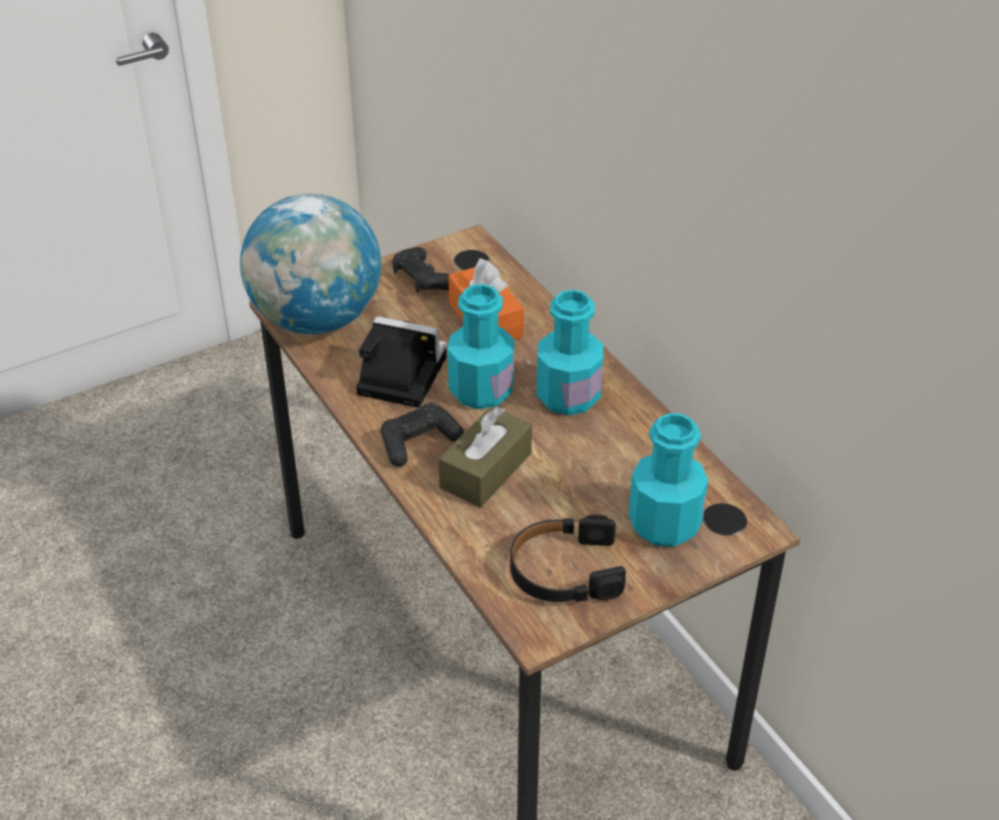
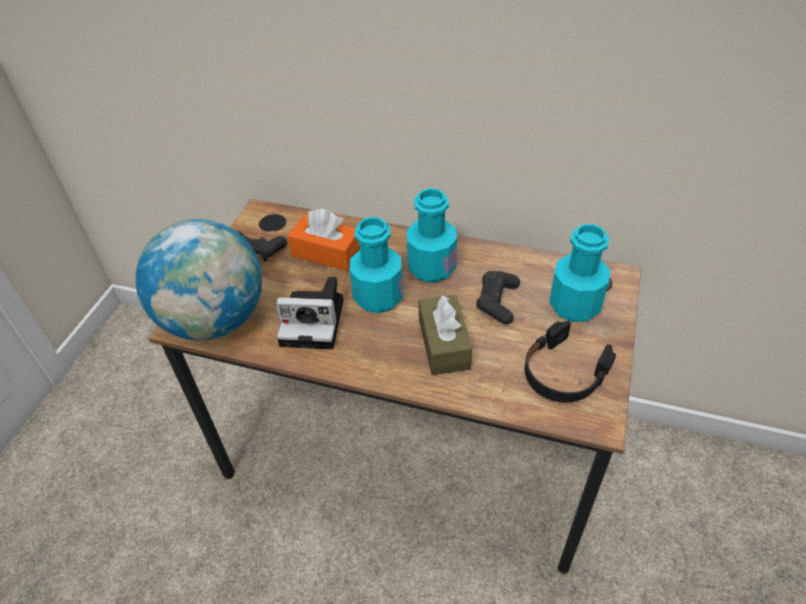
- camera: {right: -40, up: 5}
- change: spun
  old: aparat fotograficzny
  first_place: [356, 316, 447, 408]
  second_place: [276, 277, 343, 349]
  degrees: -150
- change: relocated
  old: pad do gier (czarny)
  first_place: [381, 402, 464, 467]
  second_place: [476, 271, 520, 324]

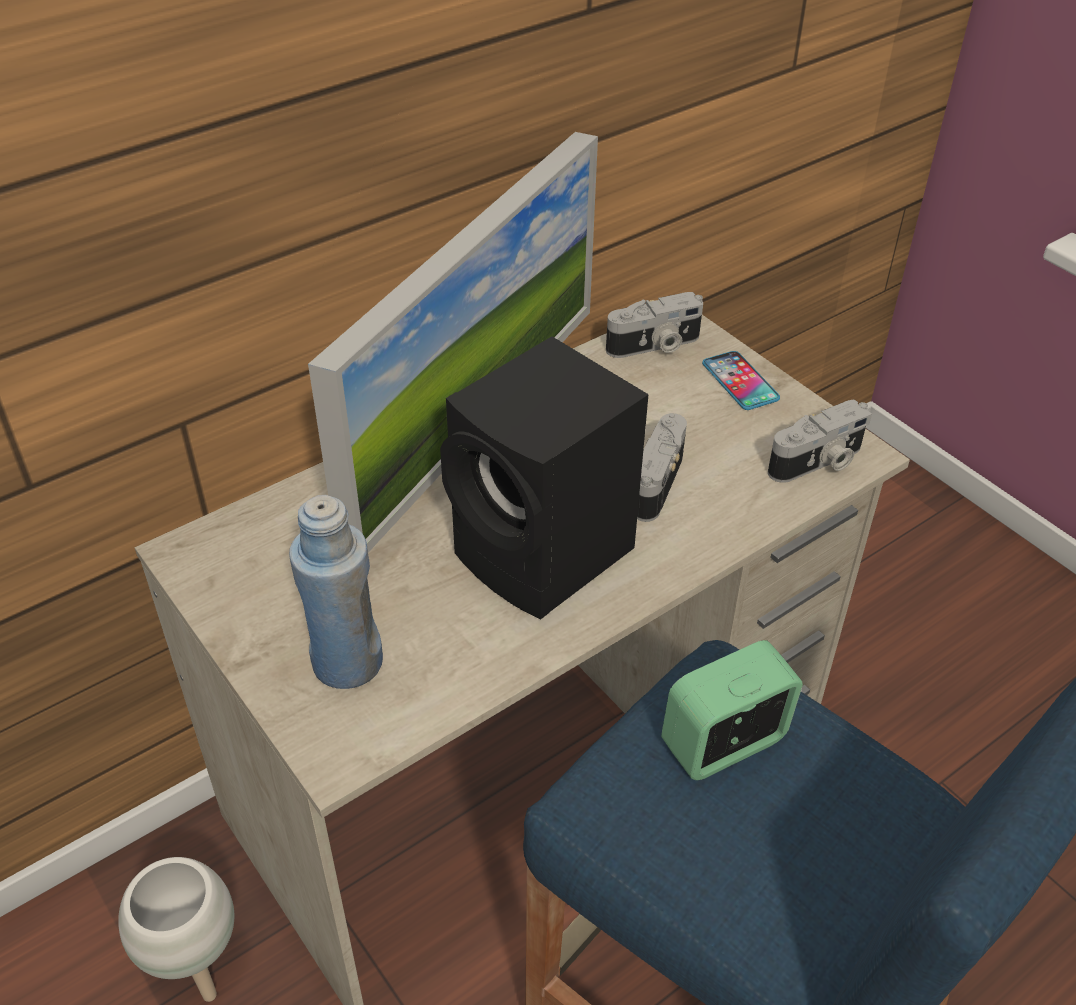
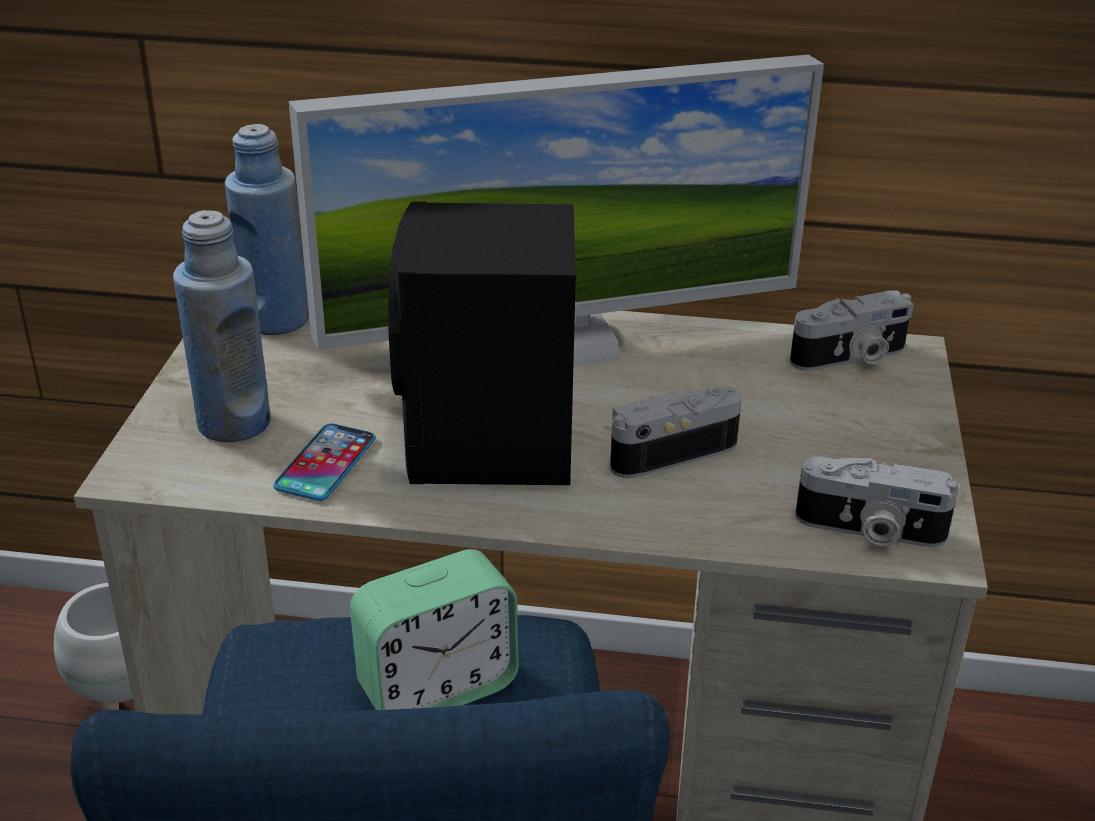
- camera: {right: 45, up: -10}
- change: spun
  old: aparat fotograficzny
  first_place: [606, 292, 703, 358]
  second_place: [790, 290, 914, 371]
  degrees: -45
- change: spun
  old: budzik
  first_place: [661, 640, 803, 780]
  second_place: [350, 549, 519, 710]
  degrees: 135
- change: relocated
  old: telefon
  first_place: [702, 351, 780, 410]
  second_place: [273, 424, 376, 501]
- change: appeared
  new: butelka (niebieski)
  second_place: [225, 124, 309, 335]

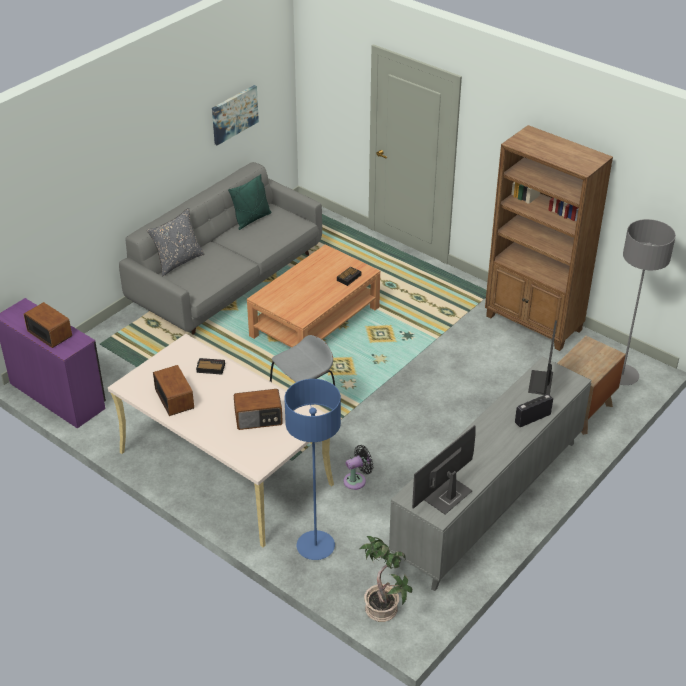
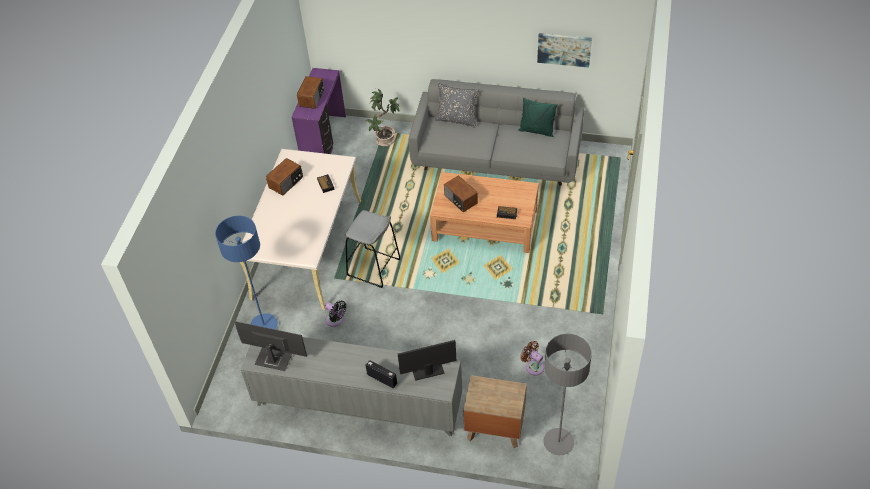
- camera: {right: 65, up: 10}
- change: relocated
  old: radio
  first_place: [234, 389, 283, 430]
  second_place: [444, 176, 478, 212]
- change: relocated
  old: roślina doniczkowa
  first_place: [359, 536, 412, 622]
  second_place: [366, 89, 400, 146]
- change: missing
  old: regał (brązowy)
  first_place: [485, 125, 613, 351]
- change: appeared
  new: wentylator (brązowy)
  second_place: [520, 341, 544, 376]

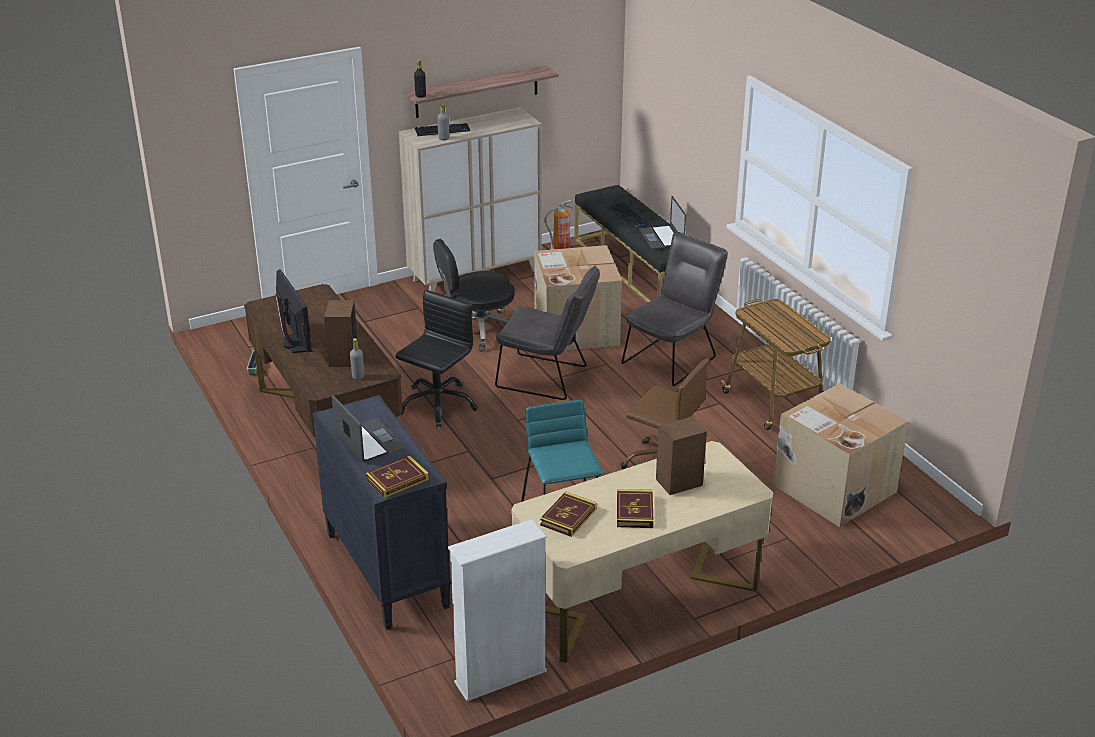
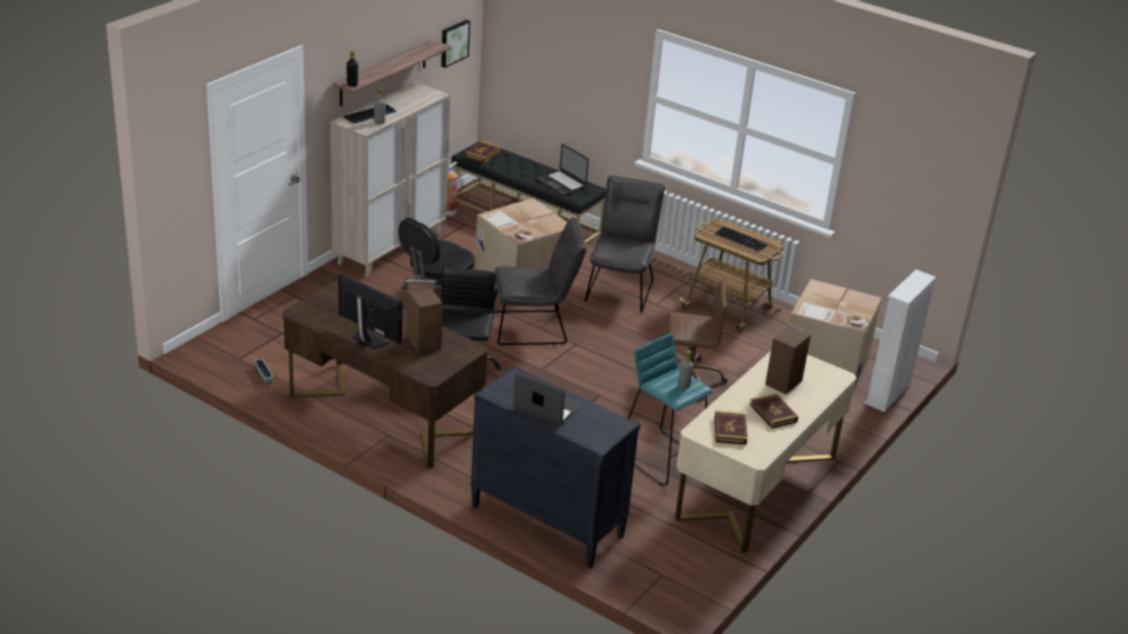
- camera: {right: -30, up: 0}
- change: relocated
  old: butelka (szary)
  first_place: [350, 338, 364, 380]
  second_place: [678, 351, 693, 389]
- change: relocated
  old: książka
  first_place: [366, 456, 429, 498]
  second_place: [465, 141, 501, 163]
- change: relocated
  old: regał (biały)
  first_place: [448, 519, 547, 701]
  second_place: [865, 270, 936, 412]
- change: relocated
  old: klawiatura
  first_place: [609, 203, 648, 227]
  second_place: [715, 226, 768, 251]
- change: appeared
  new: obraz
  second_place: [441, 20, 470, 68]

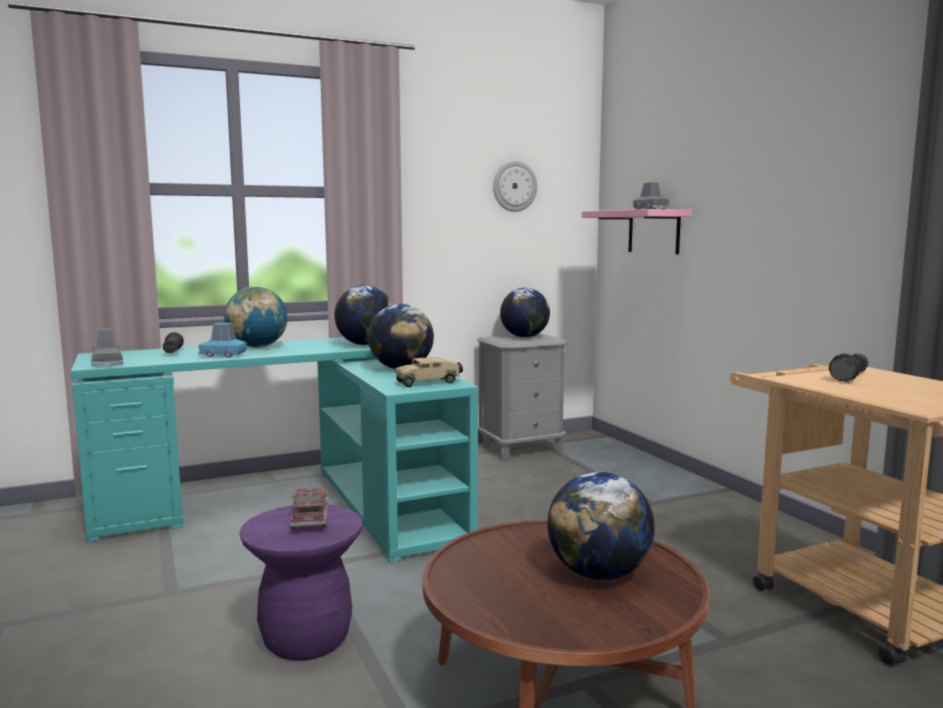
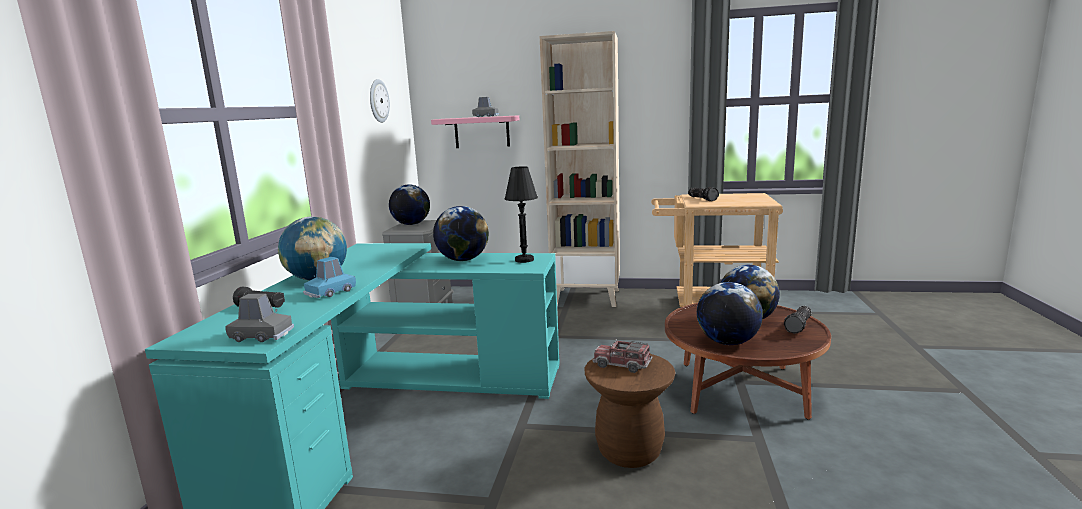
- camera: {right: -55, up: 5}
- change: colour
  old: stołek (fioletowy)
  new: stołek (brązowy)
  first_place: [239, 505, 362, 661]
  second_place: [585, 354, 676, 468]
- change: relocated
  old: globus
  first_place: [334, 285, 393, 345]
  second_place: [697, 282, 763, 345]
- change: exchanged
  old: ciężarówka zabawkowa
  new: lampa stołowa (czarny)
  first_place: [395, 357, 463, 387]
  second_place: [505, 166, 538, 263]
- change: appeared
  new: regał (beżowy)
  second_place: [540, 31, 620, 307]
- change: appeared
  new: latarka
  second_place: [784, 306, 812, 334]

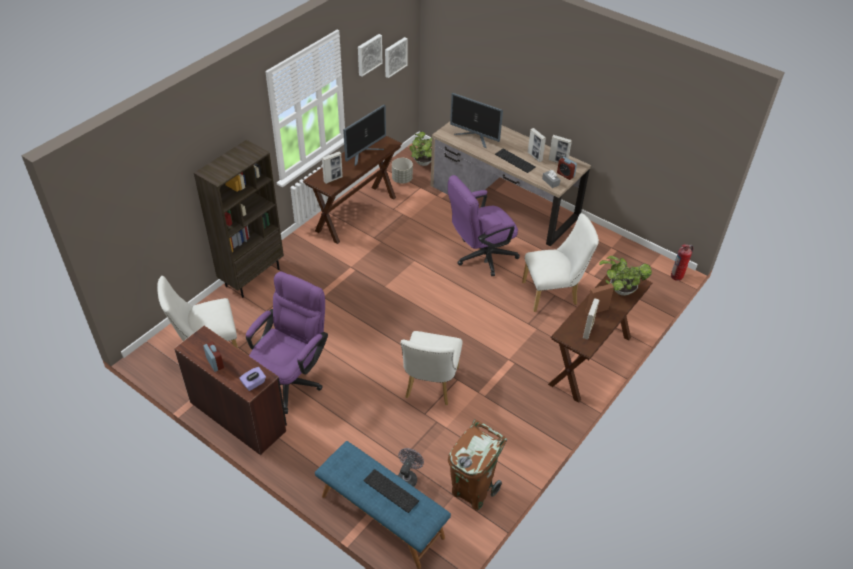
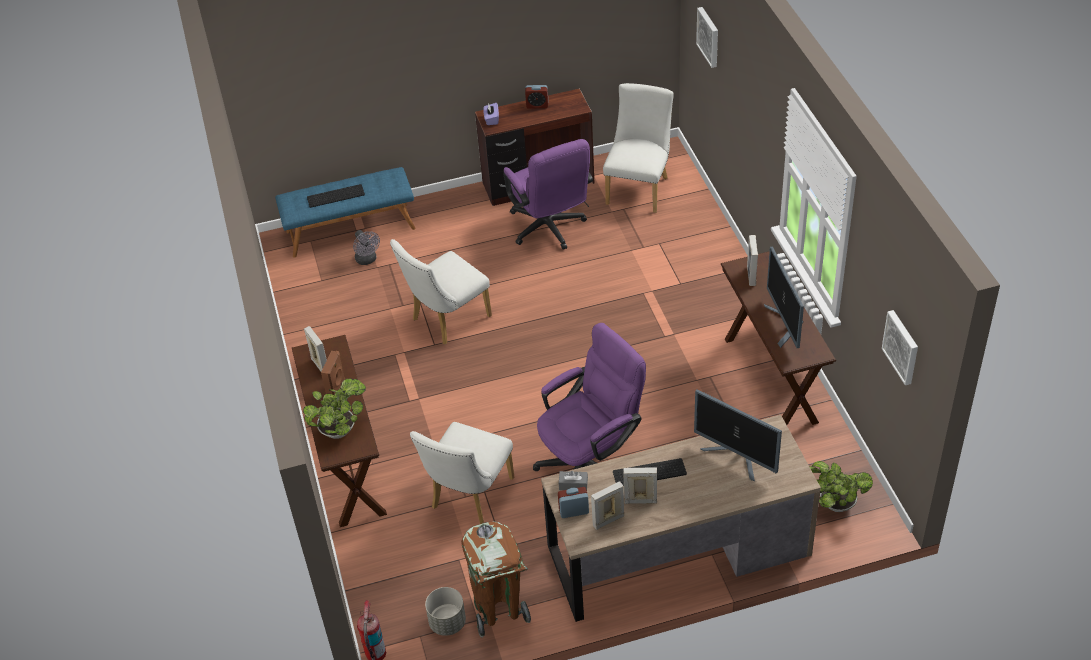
- camera: {right: 130, up: 0}
- change: missing
  old: regał (brązowy)
  first_place: [194, 140, 284, 298]
- change: relocated
  old: obraz
  first_place: [358, 34, 382, 77]
  second_place: [696, 7, 718, 68]
- change: relocated
  old: donica (szary)
  first_place: [392, 158, 413, 184]
  second_place: [425, 587, 466, 636]
- change: spun
  old: krzesło (biały)
  first_place: [401, 331, 462, 405]
  second_place: [390, 239, 492, 345]
  degrees: -90
- change: spun
  old: krzesło biurowe (fioletowy)
  first_place: [448, 175, 520, 276]
  second_place: [533, 323, 646, 471]
  degrees: 45
- change: relocated
  old: kosz na śmieci (brązowy)
  first_place: [448, 419, 507, 511]
  second_place: [461, 521, 531, 638]
- change: spun
  old: monitor
  first_place: [450, 93, 503, 148]
  second_place: [694, 389, 782, 482]
  degrees: -120

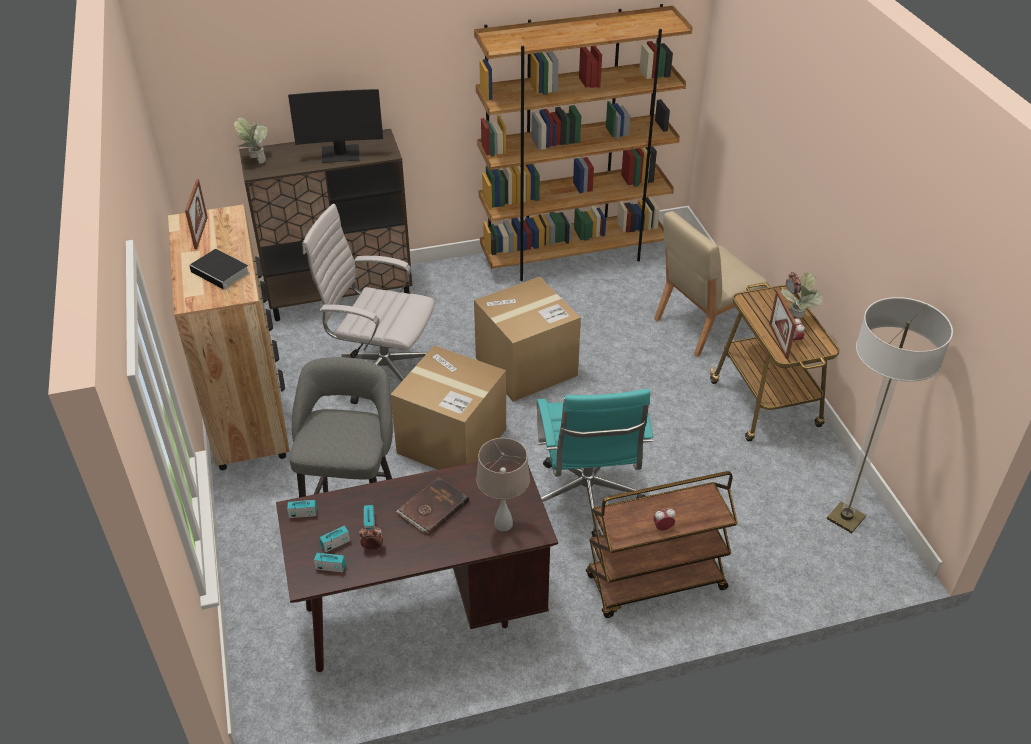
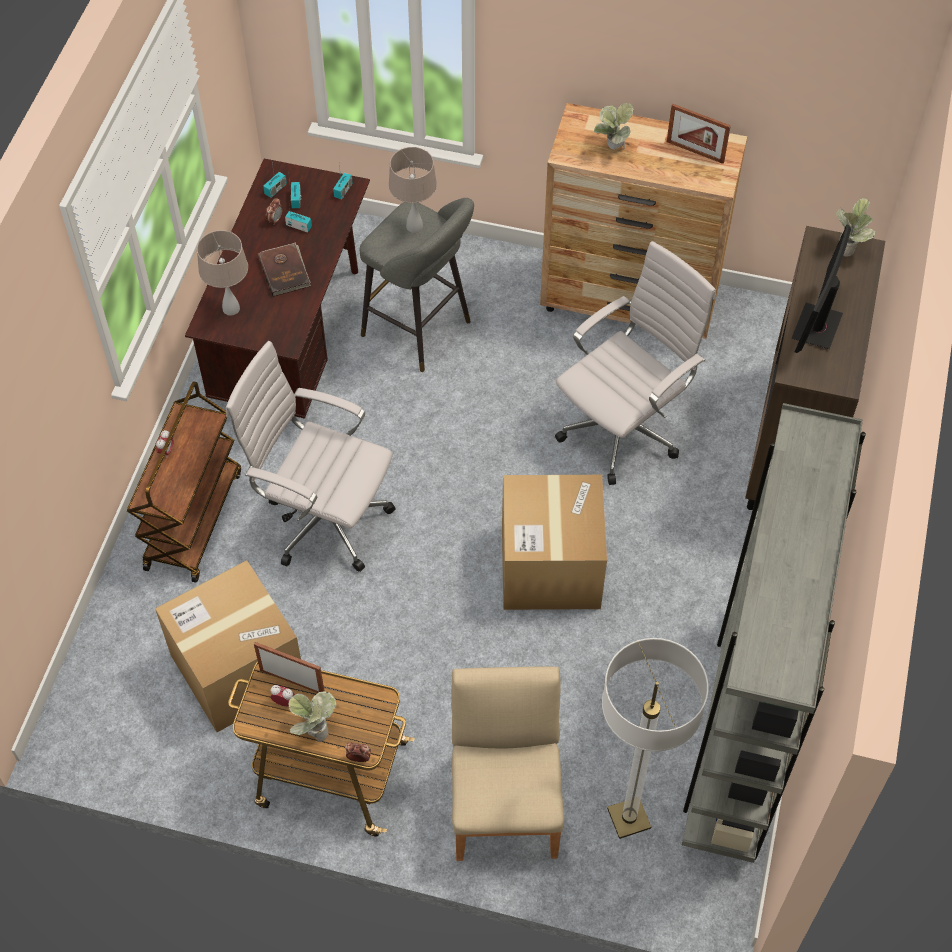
- camera: {right: 120, up: 15}
- change: exchanged
  old: książka
  new: roślina doniczkowa
  first_place: [189, 249, 249, 292]
  second_place: [594, 103, 634, 150]
- change: relocated
  old: karton
  first_place: [391, 345, 506, 470]
  second_place: [155, 560, 301, 732]
- change: colour
  old: regał (brązowy)
  new: regał (szary)
  first_place: [474, 4, 693, 281]
  second_place: [682, 403, 866, 863]
- change: colour
  old: krzesło biurowe (turkusowy)
  new: krzesło biurowe (biały)
  first_place: [537, 389, 653, 537]
  second_place: [226, 341, 396, 572]
- change: relocated
  old: lampa stojąca
  first_place: [827, 297, 953, 533]
  second_place: [602, 638, 709, 839]
- change: appeared
  new: lampa stołowa (beżowy)
  second_place: [389, 147, 437, 233]

